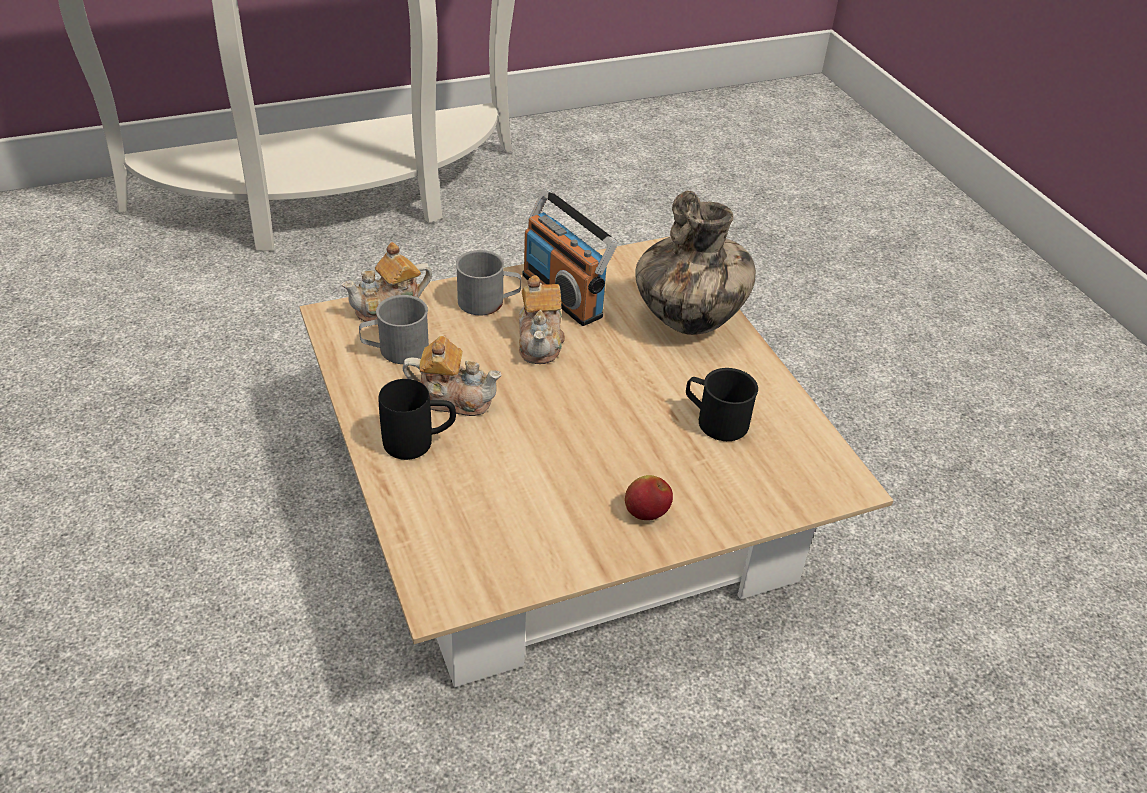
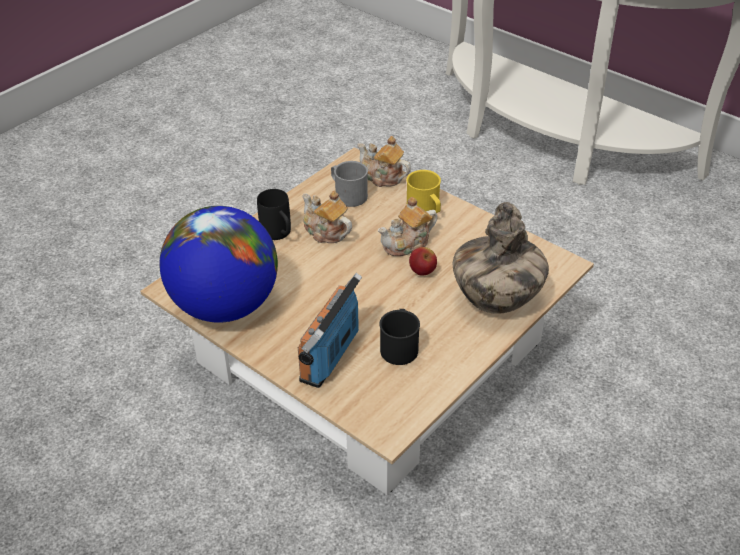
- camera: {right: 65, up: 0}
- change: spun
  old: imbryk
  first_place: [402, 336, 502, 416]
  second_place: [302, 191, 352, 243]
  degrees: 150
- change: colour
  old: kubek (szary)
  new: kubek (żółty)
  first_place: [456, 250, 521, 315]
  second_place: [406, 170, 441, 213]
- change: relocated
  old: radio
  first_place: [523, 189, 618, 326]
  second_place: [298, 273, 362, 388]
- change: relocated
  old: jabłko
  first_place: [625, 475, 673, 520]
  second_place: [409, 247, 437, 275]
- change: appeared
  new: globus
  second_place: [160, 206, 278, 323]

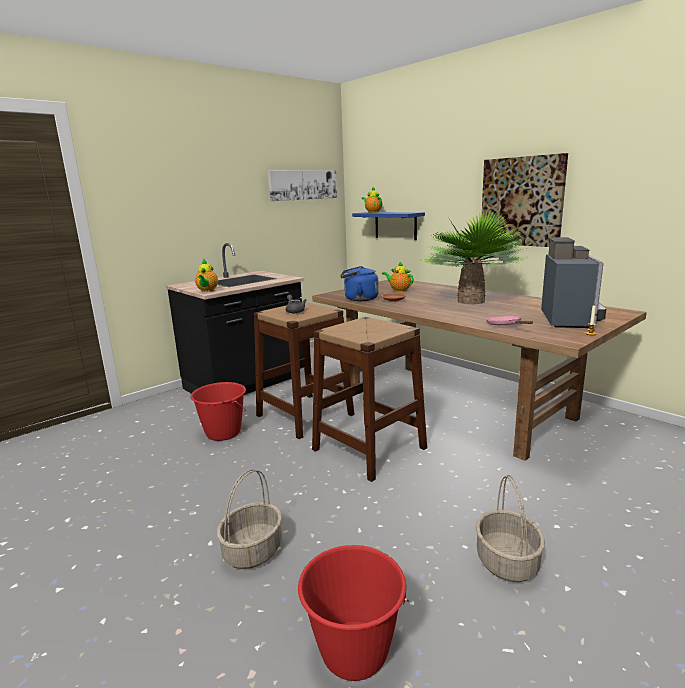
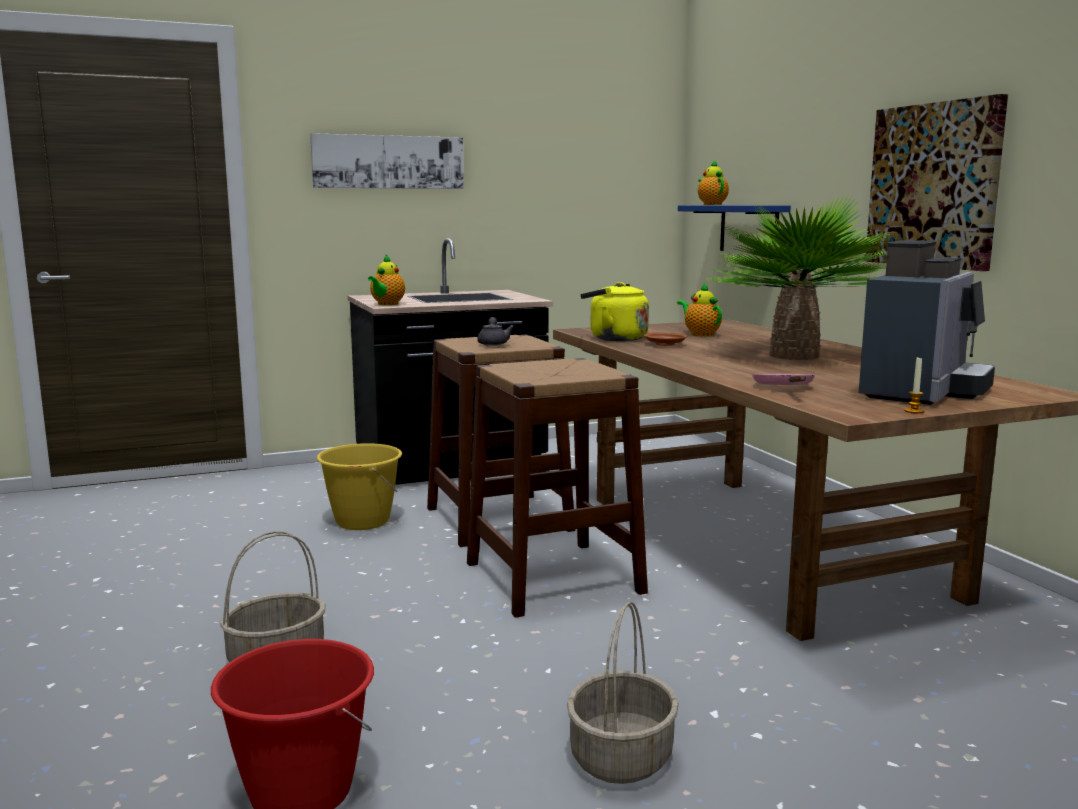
- camera: {right: 20, up: -5}
- change: colour
  old: wiadro (czerwony)
  new: wiadro (żółty)
  first_place: [190, 382, 246, 441]
  second_place: [317, 443, 402, 530]
- change: relocated
  old: obraz
  first_place: [268, 170, 337, 201]
  second_place: [310, 133, 464, 189]
- change: colour
  old: czajnik (niebieski)
  new: czajnik (żółty)
  first_place: [340, 266, 379, 301]
  second_place: [581, 282, 649, 341]

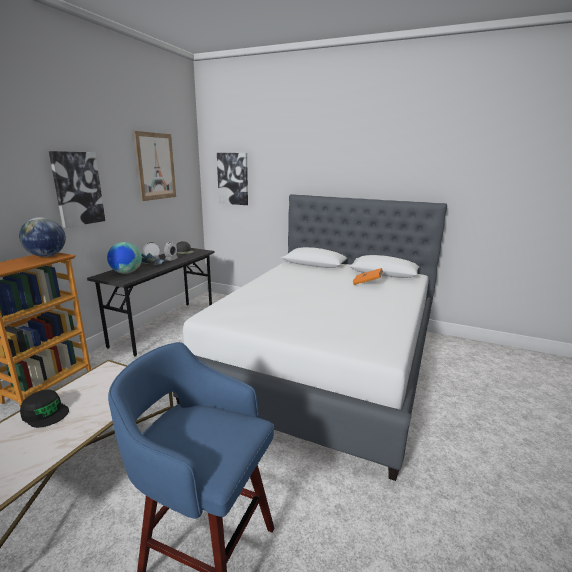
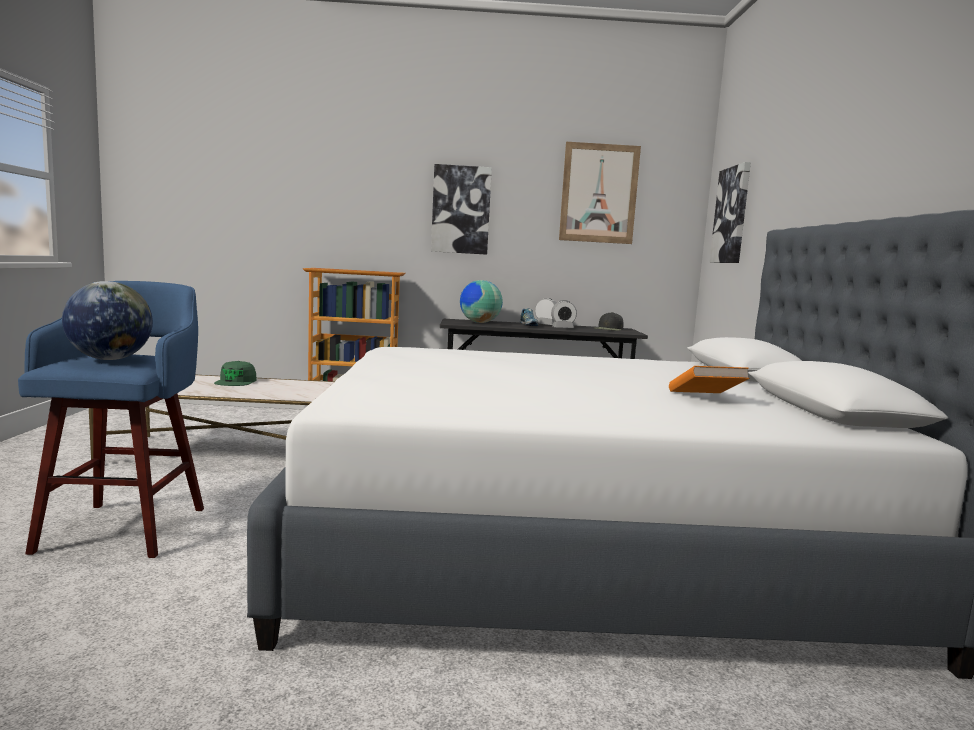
- camera: {right: 65, up: -10}
- change: relocated
  old: globus
  first_place: [19, 217, 66, 257]
  second_place: [62, 281, 153, 360]
- change: colour
  old: czapka z daszkiem (czarny)
  new: czapka z daszkiem (zielony)
  first_place: [20, 390, 69, 428]
  second_place: [214, 361, 257, 386]

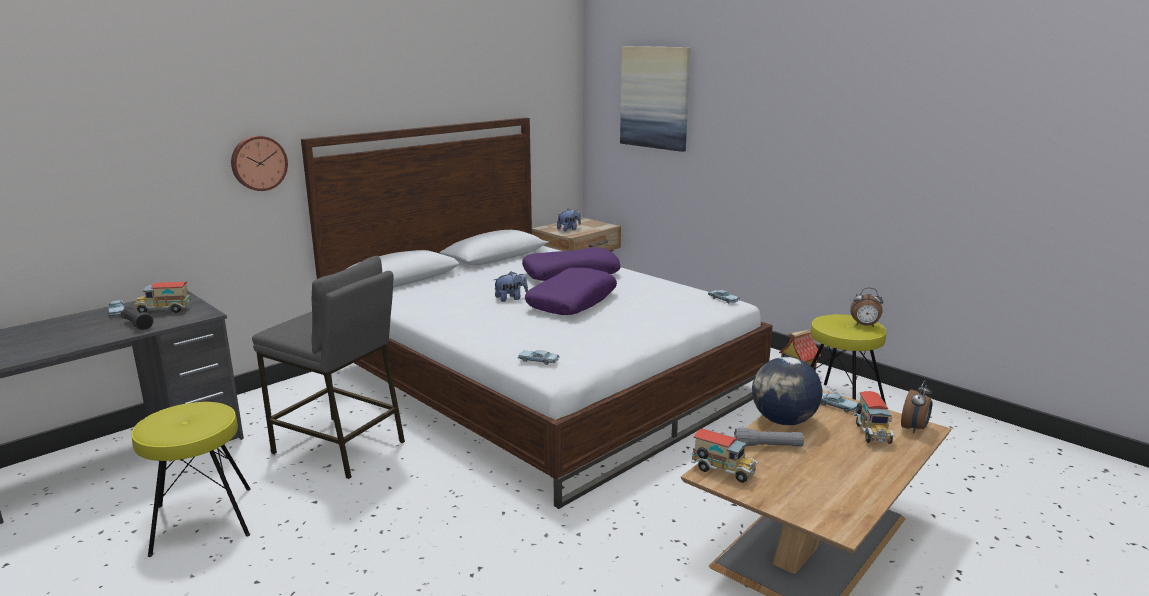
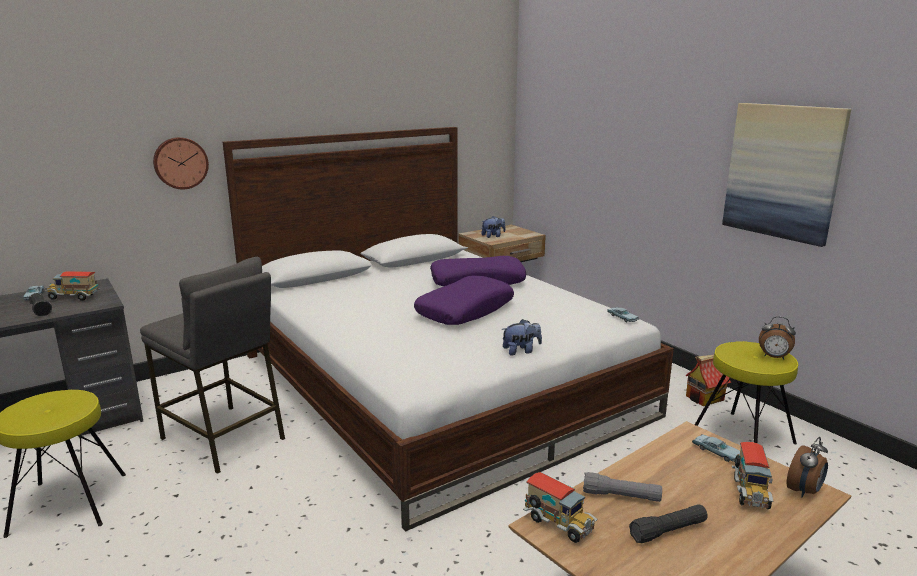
- camera: {right: 10, up: 0}
- change: relocated
  old: pluszak
  first_place: [494, 271, 528, 302]
  second_place: [502, 319, 542, 356]
- change: missing
  old: samochodzik (niebieski)
  first_place: [518, 350, 560, 365]
- change: relocated
  old: obraz
  first_place: [620, 46, 691, 152]
  second_place: [722, 103, 851, 247]
- change: missing
  old: globus
  first_place: [752, 357, 822, 425]
- change: appeared
  new: latarka (czarny)
  second_place: [629, 504, 708, 543]

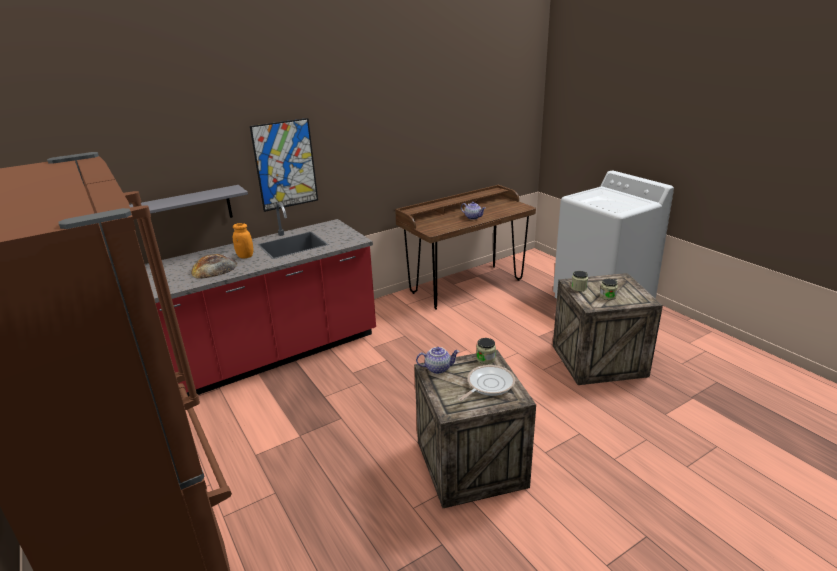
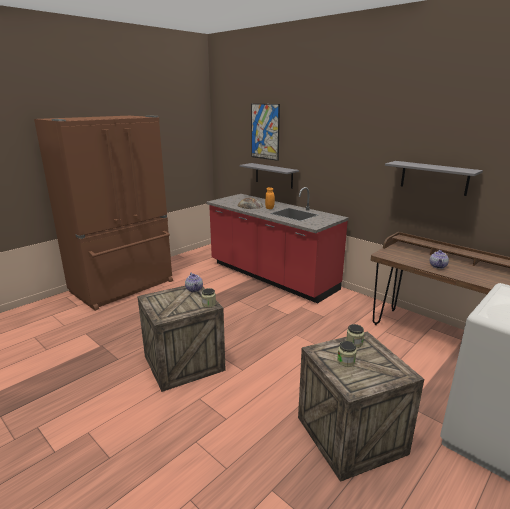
- camera: {right: 75, up: -5}
- change: relocated
  old: obraz
  first_place: [250, 118, 318, 212]
  second_place: [251, 104, 280, 161]
- change: missing
  old: patelnia
  first_place: [458, 365, 515, 401]
- change: appeared
  new: półka (szary)
  second_place: [385, 161, 483, 196]

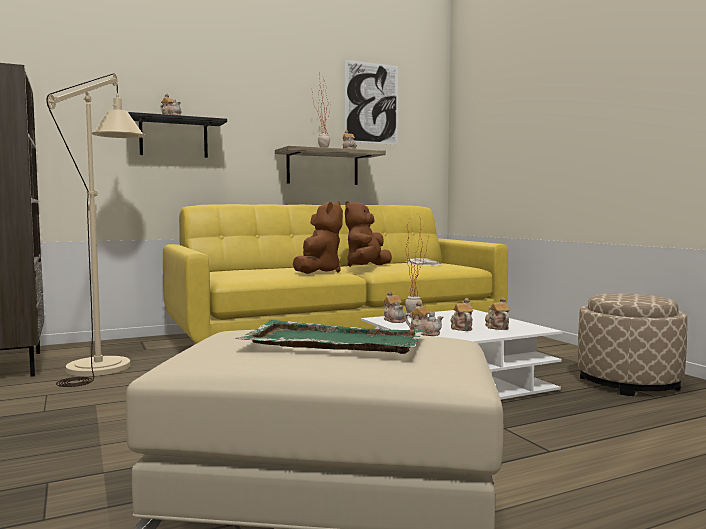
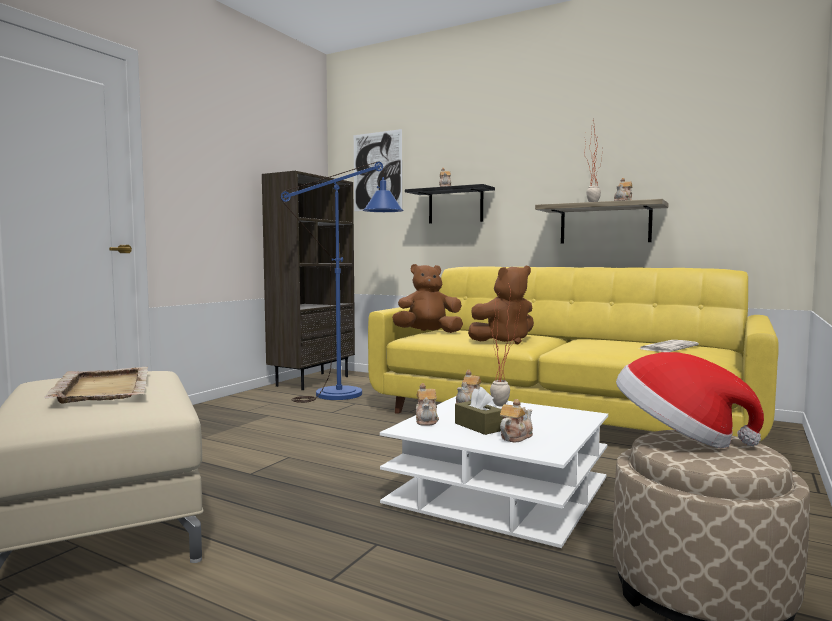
- camera: {right: 55, up: 0}
- change: colour
  old: lampa stojąca (beżowy)
  new: lampa stojąca (niebieski)
  first_place: [46, 73, 145, 387]
  second_place: [280, 161, 404, 403]
- change: colour
  old: taca (zielony)
  new: taca (beżowy)
  first_place: [235, 320, 425, 354]
  second_place: [45, 367, 148, 404]
- change: relocated
  old: obraz
  first_place: [345, 60, 398, 145]
  second_place: [354, 129, 402, 211]
- change: relocated
  old: pluszak (brązowy)
  first_place: [345, 201, 392, 267]
  second_place: [392, 264, 463, 333]
- change: exchanged
  old: imbryk
  new: pudełko chusteczek (brązowy)
  first_place: [450, 298, 473, 331]
  second_place: [455, 387, 503, 435]
- change: appeared
  new: kapelusz
  second_place: [616, 352, 764, 448]

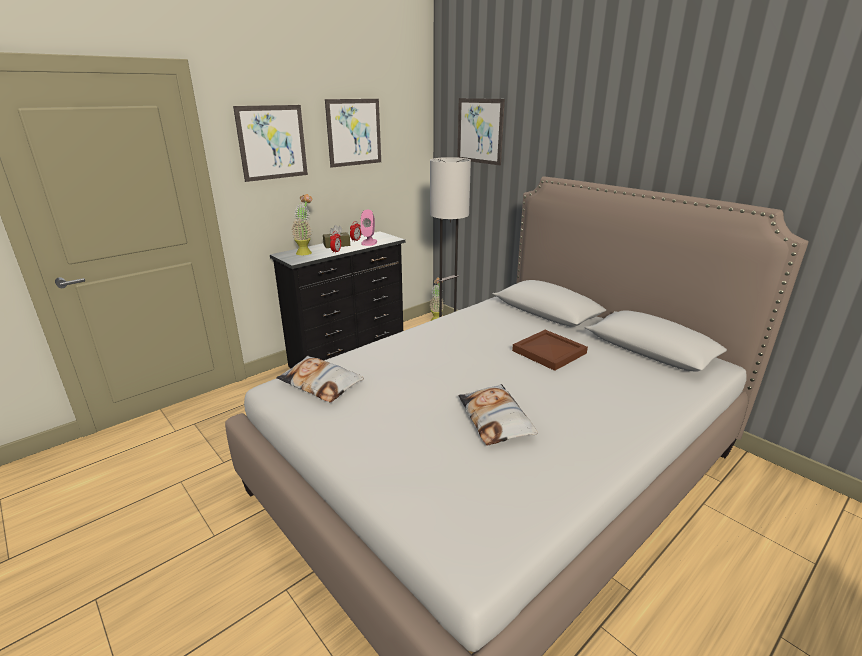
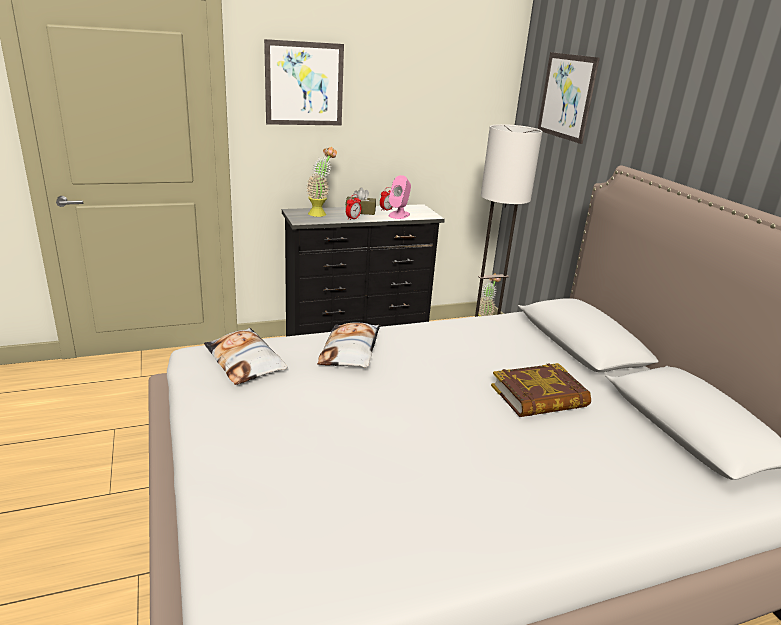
- camera: {right: 20, up: 0}
- change: missing
  old: obraz
  first_place: [325, 99, 381, 168]
- change: relocated
  old: poduszka
  first_place: [458, 384, 538, 446]
  second_place: [317, 322, 380, 368]
- change: exchanged
  old: taca (brązowy)
  new: książka
  first_place: [512, 330, 588, 371]
  second_place: [491, 363, 591, 417]

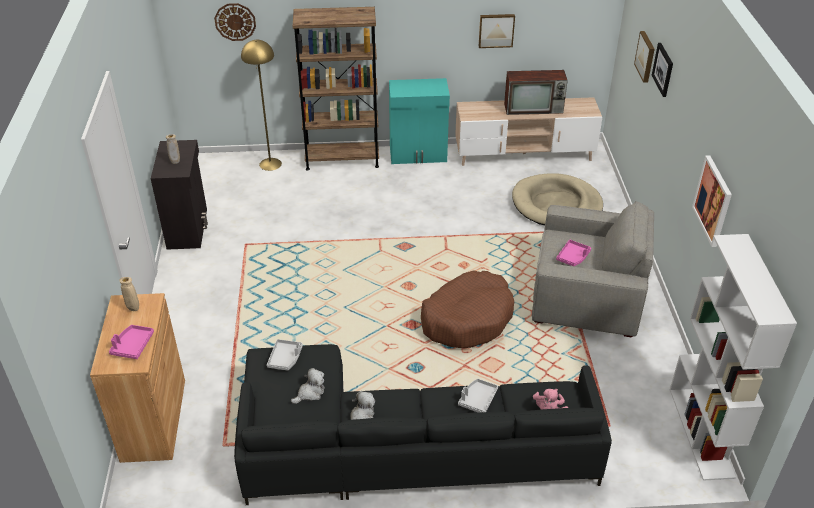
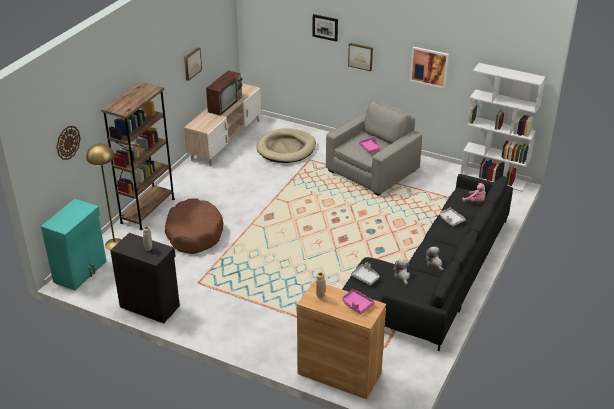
- camera: {right: -60, up: -5}
- change: relocated
  old: szafka (turkusowy)
  first_place: [389, 78, 450, 164]
  second_place: [41, 199, 106, 291]
- change: relocated
  old: legowisko (brązowy)
  first_place: [421, 270, 514, 348]
  second_place: [165, 198, 223, 254]
- change: relocated
  old: obraz
  first_place: [634, 31, 655, 83]
  second_place: [348, 43, 373, 71]

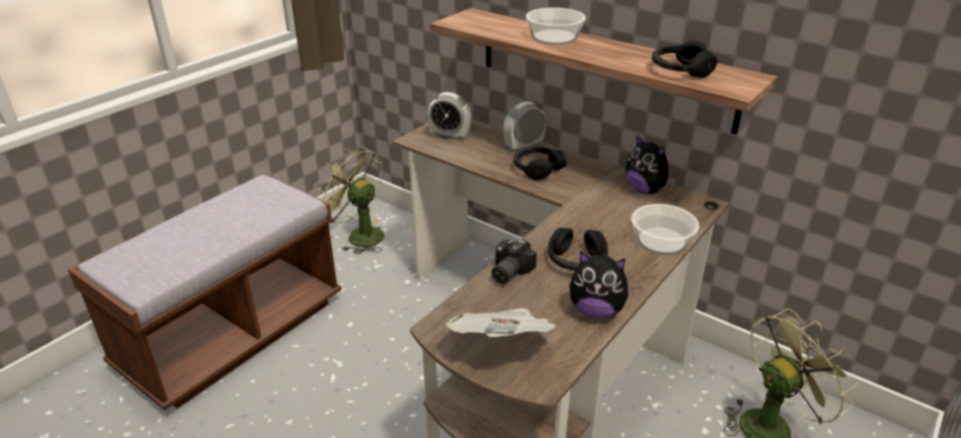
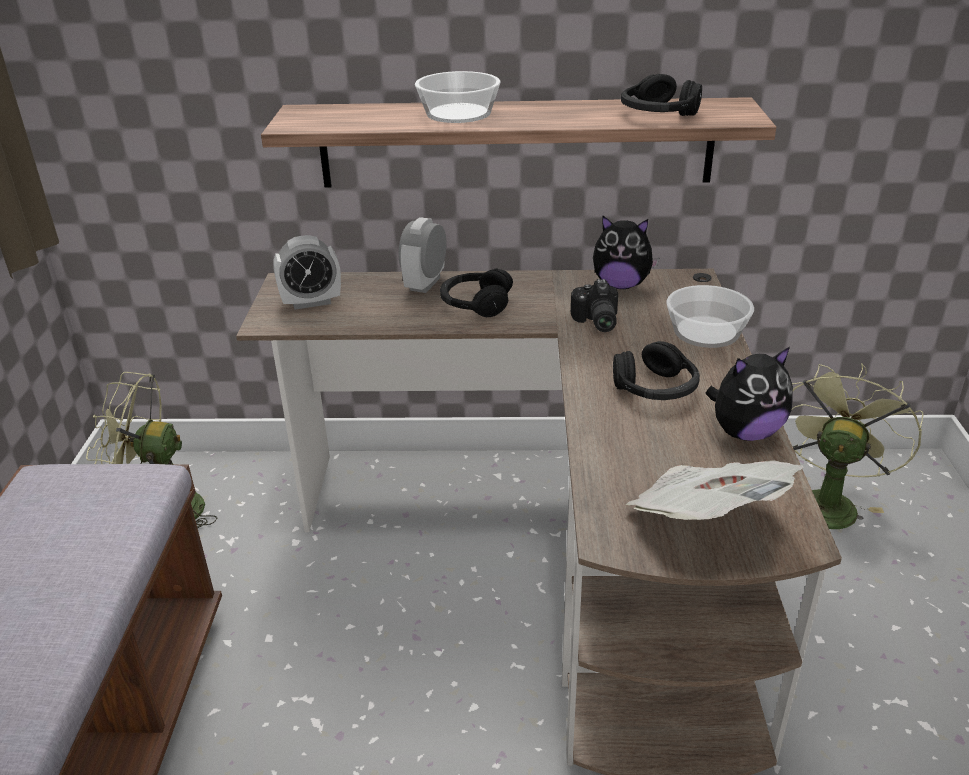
- camera: {right: -35, up: 0}
- change: relocated
  old: aparat fotograficzny
  first_place: [492, 239, 537, 284]
  second_place: [571, 279, 618, 332]

